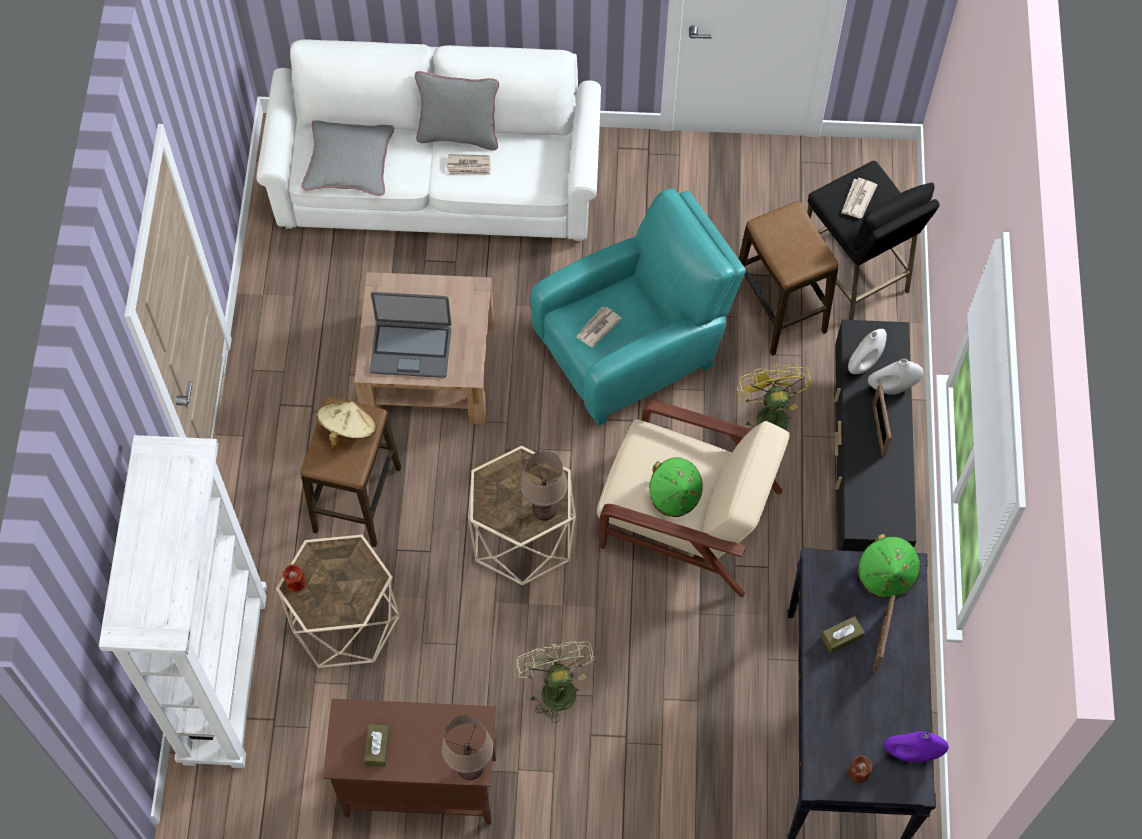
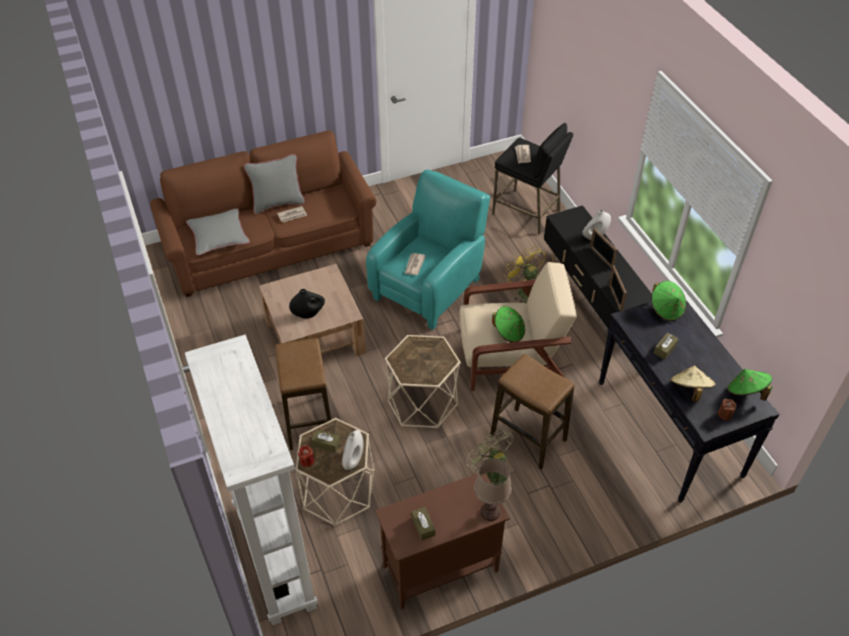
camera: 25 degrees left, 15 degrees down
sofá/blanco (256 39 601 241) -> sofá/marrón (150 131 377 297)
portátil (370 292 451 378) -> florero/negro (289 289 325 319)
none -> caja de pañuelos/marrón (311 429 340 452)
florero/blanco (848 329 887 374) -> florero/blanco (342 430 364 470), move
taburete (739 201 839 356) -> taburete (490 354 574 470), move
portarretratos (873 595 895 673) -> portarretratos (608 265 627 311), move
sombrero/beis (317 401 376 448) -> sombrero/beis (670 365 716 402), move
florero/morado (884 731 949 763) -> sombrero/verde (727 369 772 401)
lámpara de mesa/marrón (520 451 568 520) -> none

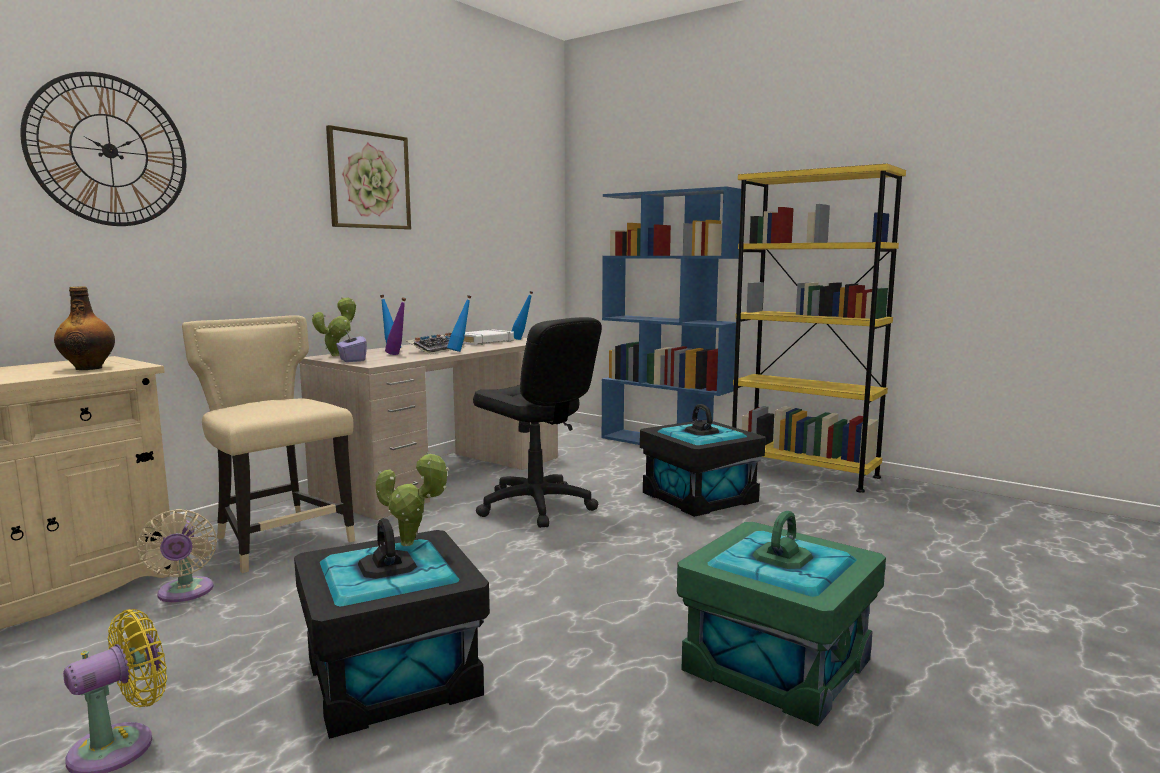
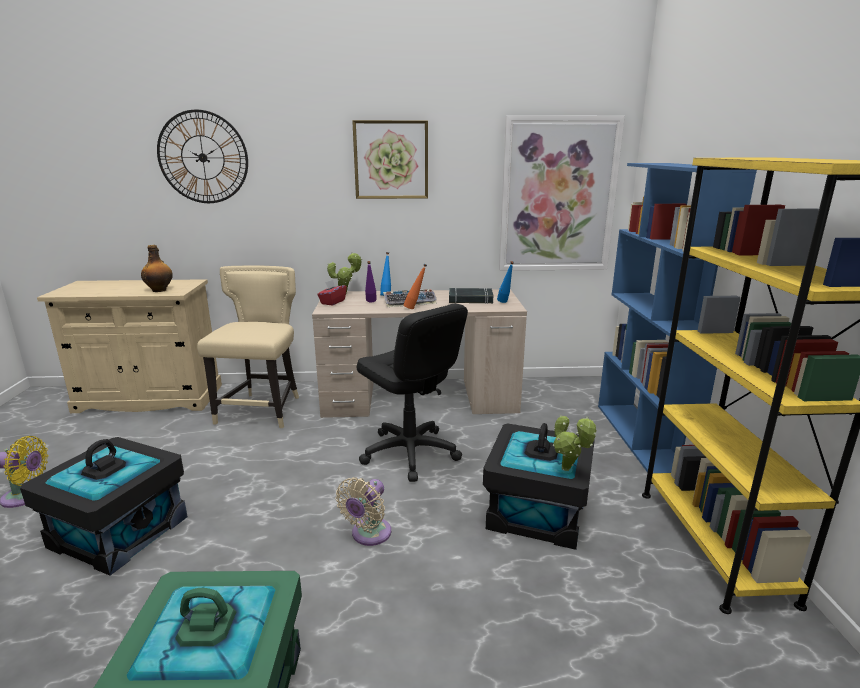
camera: 50 degrees right, 10 degrees up
caja de pañuelos/morado (336 331 367 362) -> caja de pañuelos/rojo (317 280 347 306)
ventilador/beis (137 509 217 602) -> ventilador/beis (336 477 391 546), move
silla de oficina/negro (473 317 602 528) -> silla de oficina/negro (357 304 468 482), 45 degrees counterclockwise
botella/azul (447 295 472 352) -> botella/naranja (403 264 427 309)
libro/blanco (464 330 514 345) -> libro/negro (449 288 493 304)
none -> cuadro (499 115 625 271)
planta en maceta (376 451 449 546) -> planta en maceta (553 415 596 471), move

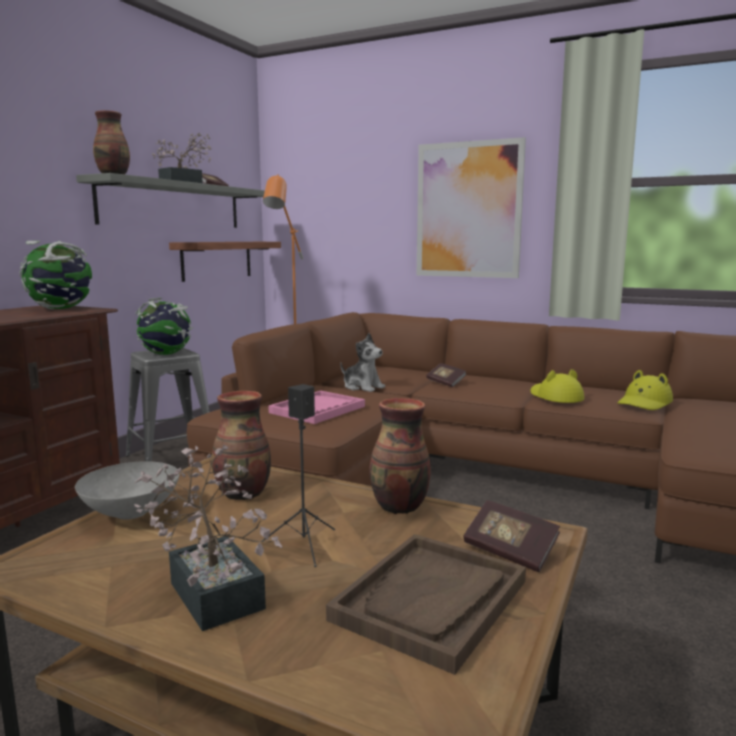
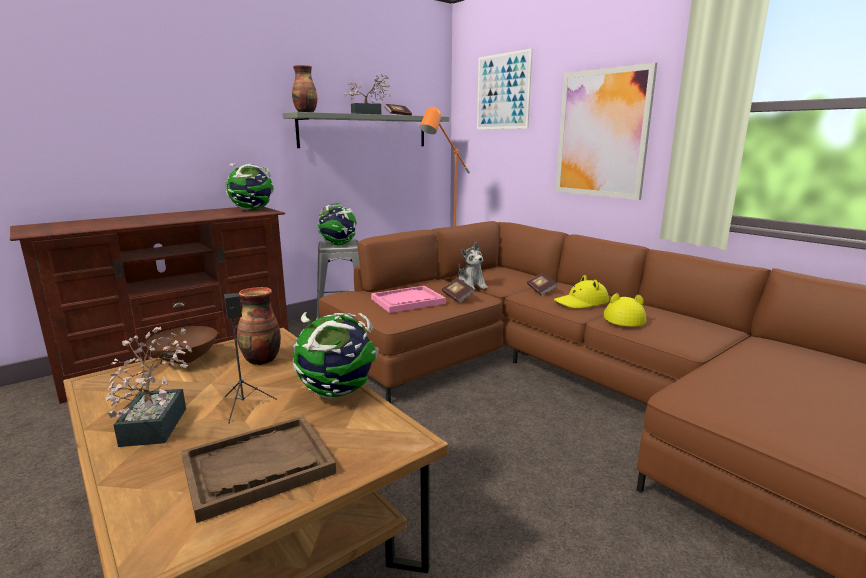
camera: 25 degrees right, 5 degrees up
cuenco/gris (75 461 179 520) -> cuenco/marrón (146 326 217 364)
florero (369 398 431 514) -> globo terráqueo (293 312 379 399)
libro (463 500 560 572) -> libro (442 278 474 303), move
none -> cuadro (477 48 533 129)
sombrero/amarillo (617 370 673 410) -> sombrero/amarillo (554 275 609 309), move
estante (169 242 281 282) -> none

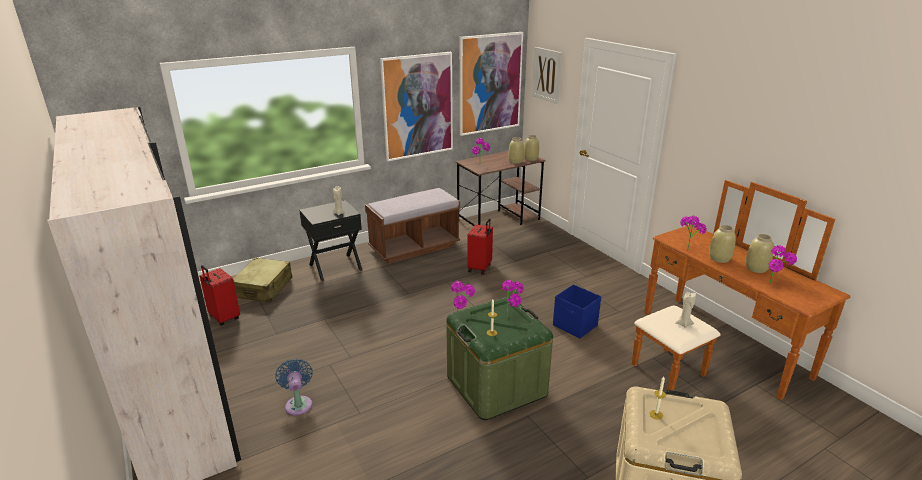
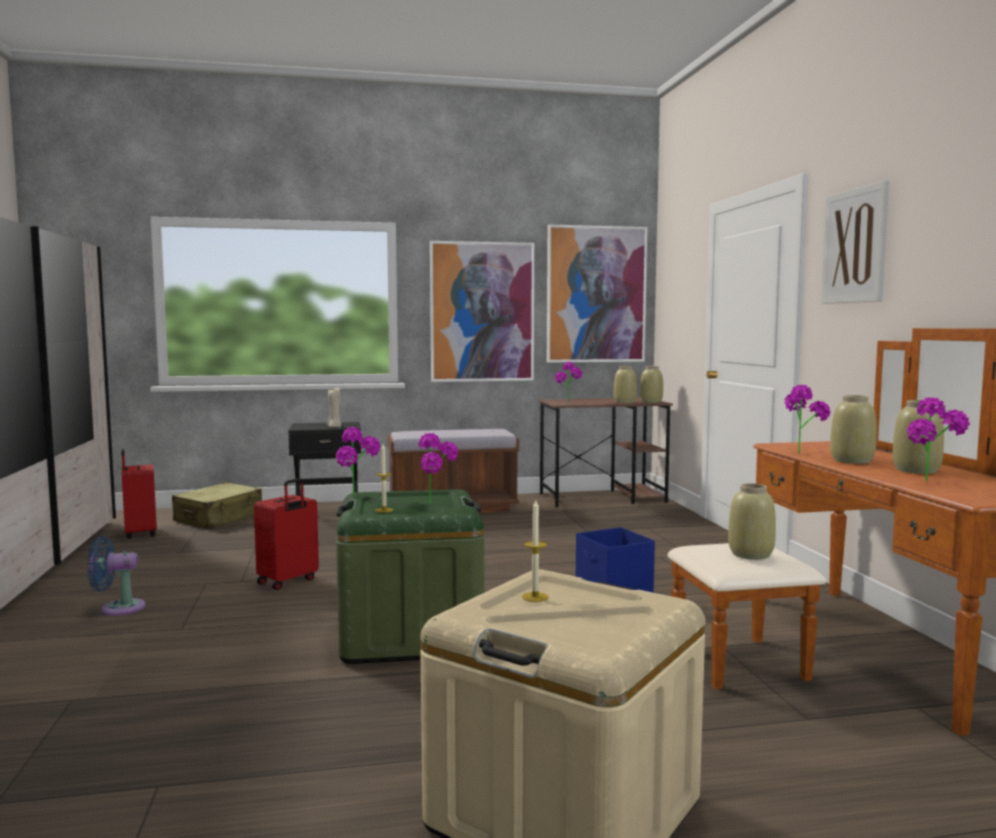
camera: 20 degrees right, 20 degrees down
ventilador/azul (275 359 313 416) -> ventilador/azul (87 536 146 616), 105 degrees counterclockwise
maleta/rojo (467 219 493 275) -> maleta/rojo (254 478 319 590), move
vela/beis (675 292 696 328) -> florero/beis (728 483 776 560)
cuadro (532 47 562 104) -> cuadro (821 180 889 304), move

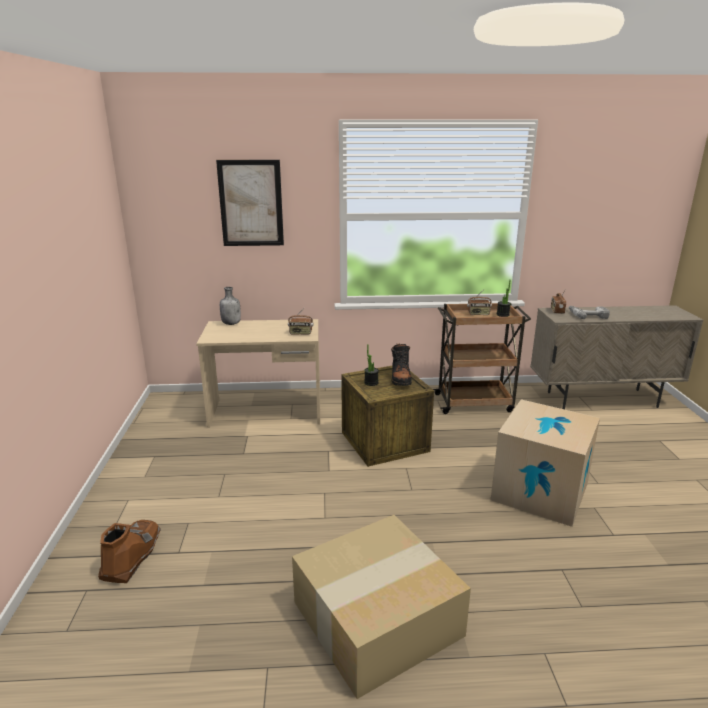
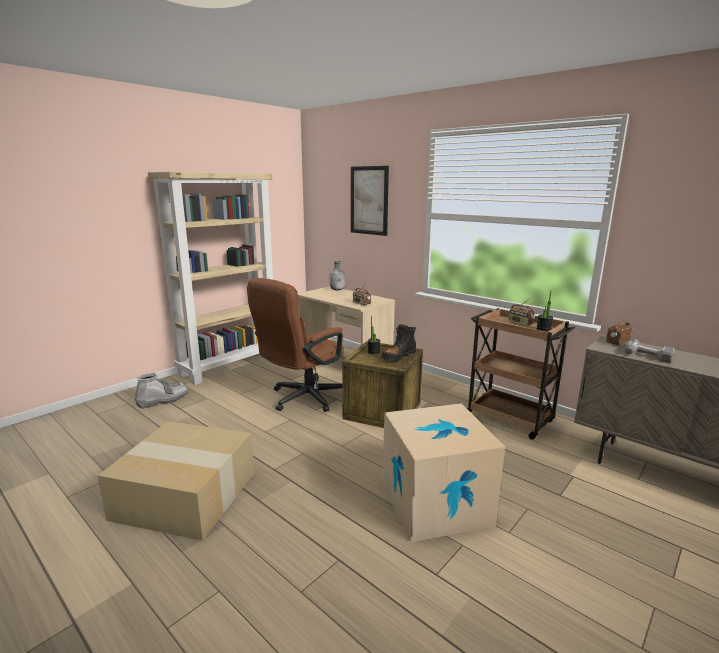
camera: 45 degrees right, 5 degrees down
bota/marrón (98 520 161 583) -> bota/gris (135 373 188 409)
none -> estantería/beis (148 172 273 385)
none -> silla de oficina/marrón (247 278 344 412)

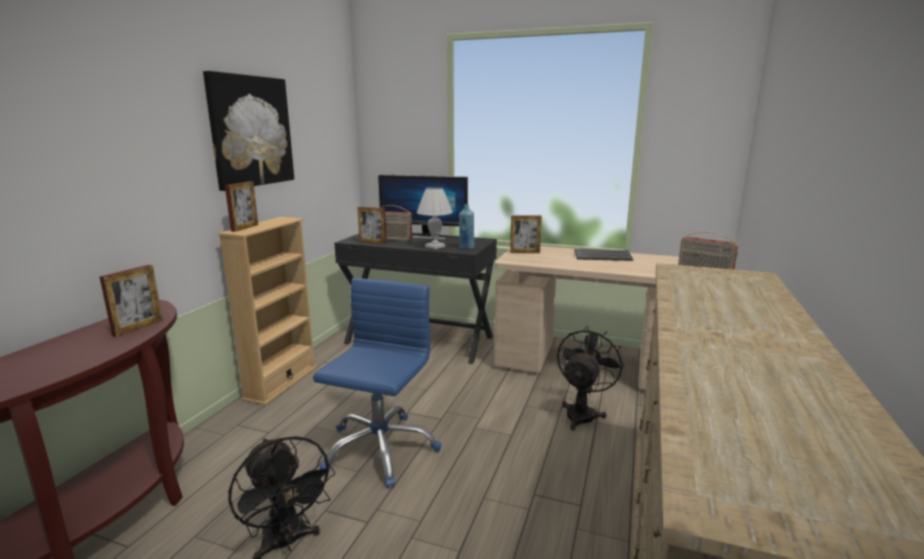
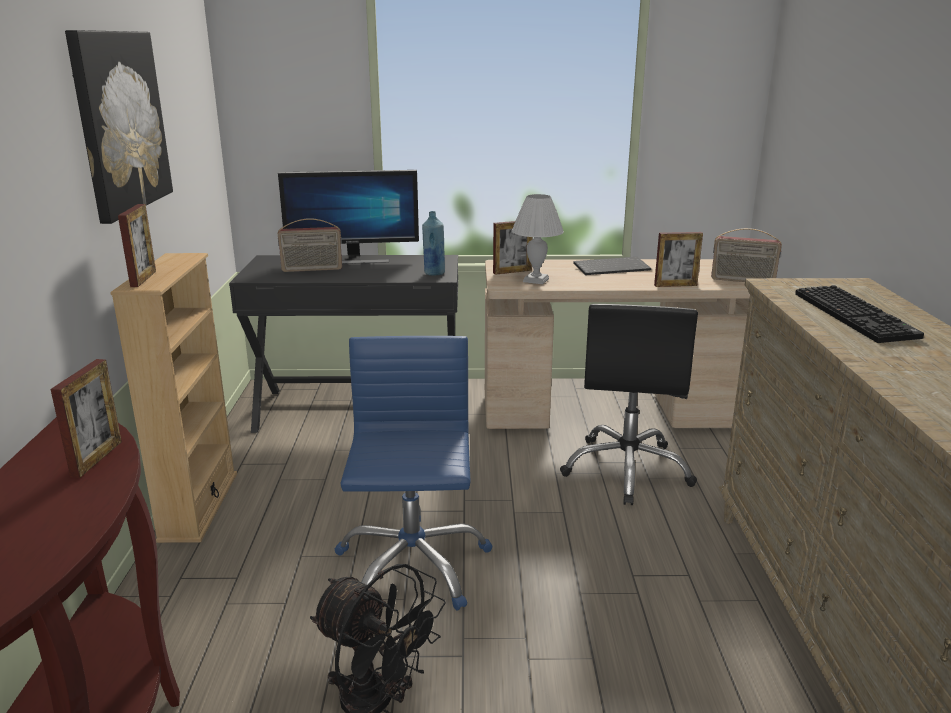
camera: 20 degrees left, 5 degrees up
lámpara de mesa/blanco (417 187 453 249) -> lámpara de mesa/blanco (512 194 564 284), move
ventilador/negro (557 326 624 431) -> silla de oficina/negro (560 304 698 505)
portarretratos (357 207 387 244) -> portarretratos (654 232 703 287), move
none -> teclado (795 285 924 343)

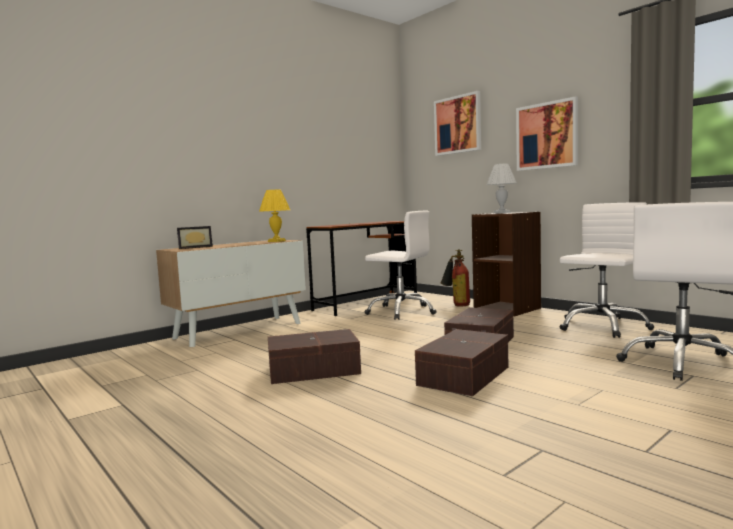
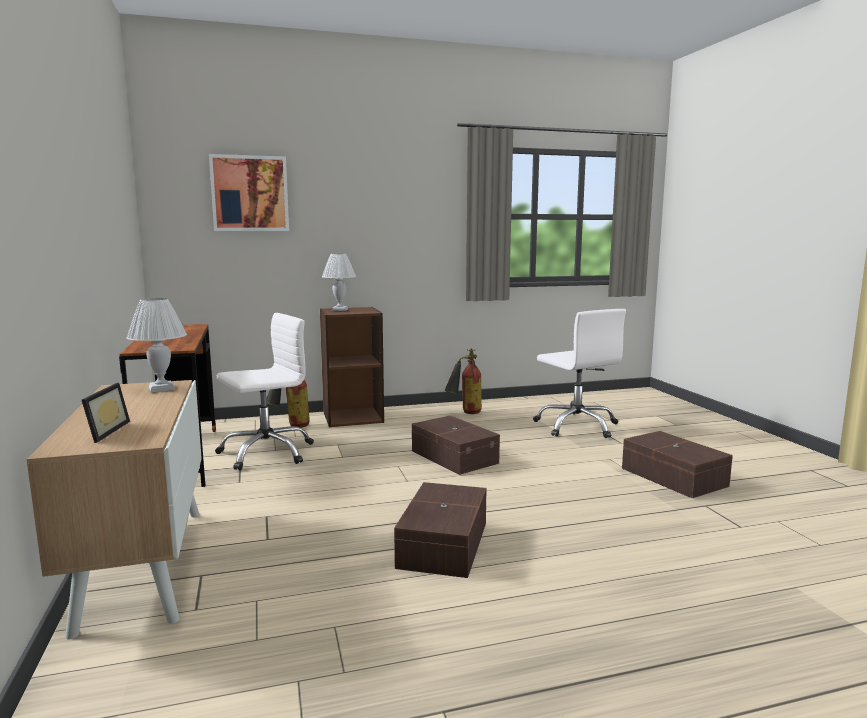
camera: 65 degrees left, 5 degrees up
lámpara de mesa/amarillo (259 190 290 242) -> lámpara de mesa/blanco (127 298 187 392)
silla de oficina/blanco (560 202 654 338) -> extintor (445 348 482 414)
caja de almacenaje/marrón (415 329 508 396) -> caja de almacenaje/marrón (622 431 733 498), move
cuadro (516 96 578 171) -> none

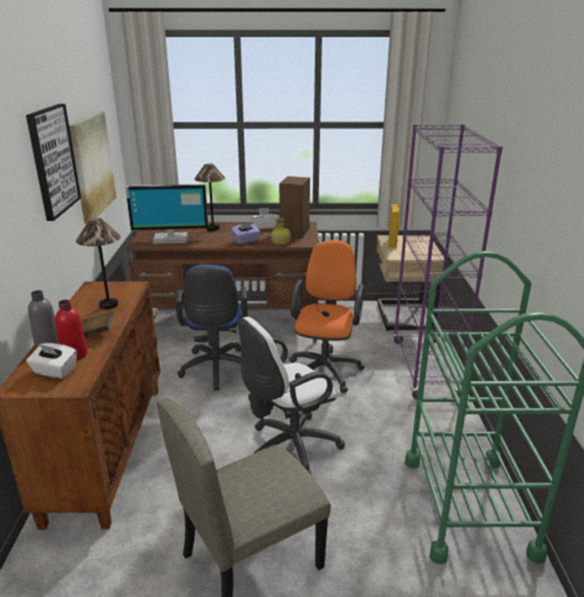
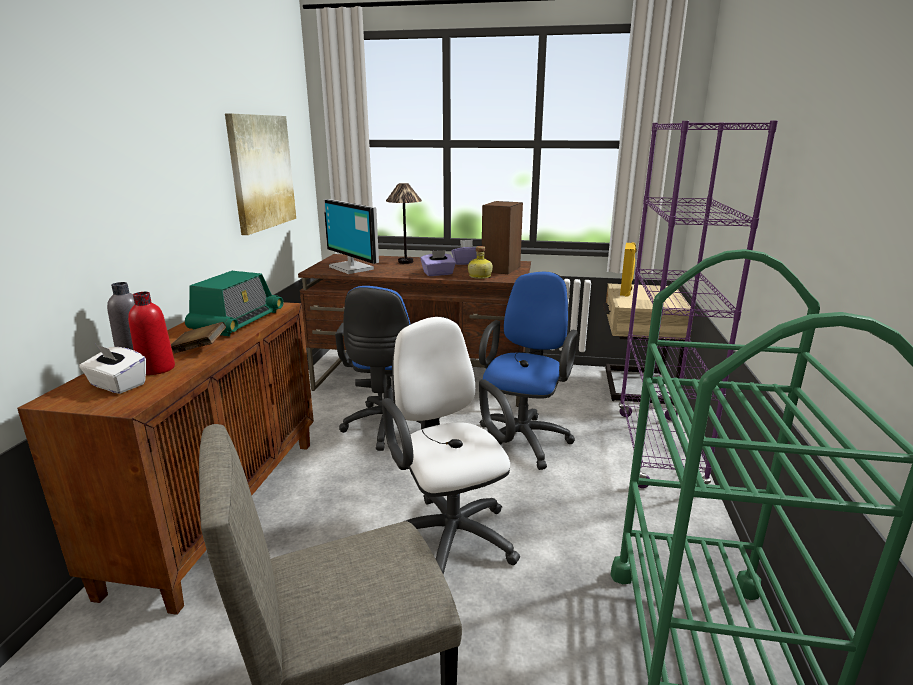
camera: 10 degrees right, 5 degrees down
lámpara de mesa (76 218 121 309) -> radio (185 271 283 336)
monitor (125 184 208 244) -> monitor (323 199 379 274), 45 degrees clockwise
silla de oficina/blanco (238 317 345 474) -> silla de oficina/blanco (382 317 520 574), 90 degrees clockwise
caja de pañuelos/blanco (251 208 278 229) -> caja de pañuelos/morado (451 240 477 265)
silla de oficina/naranja (289 240 365 393) -> silla de oficina/azul (479 272 577 470)
cuadro (26 104 81 221) -> none

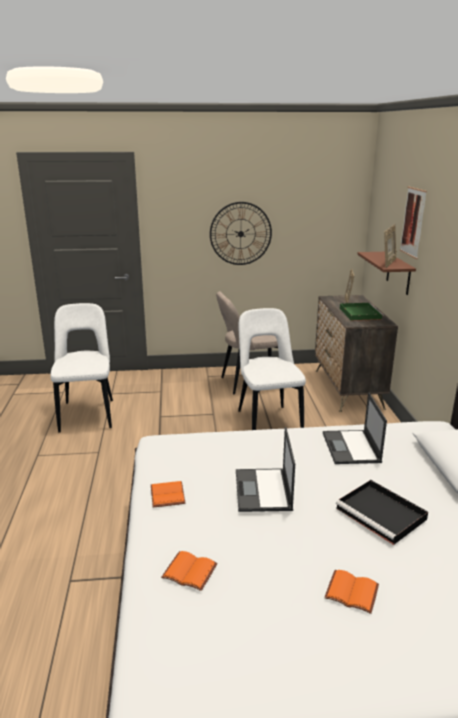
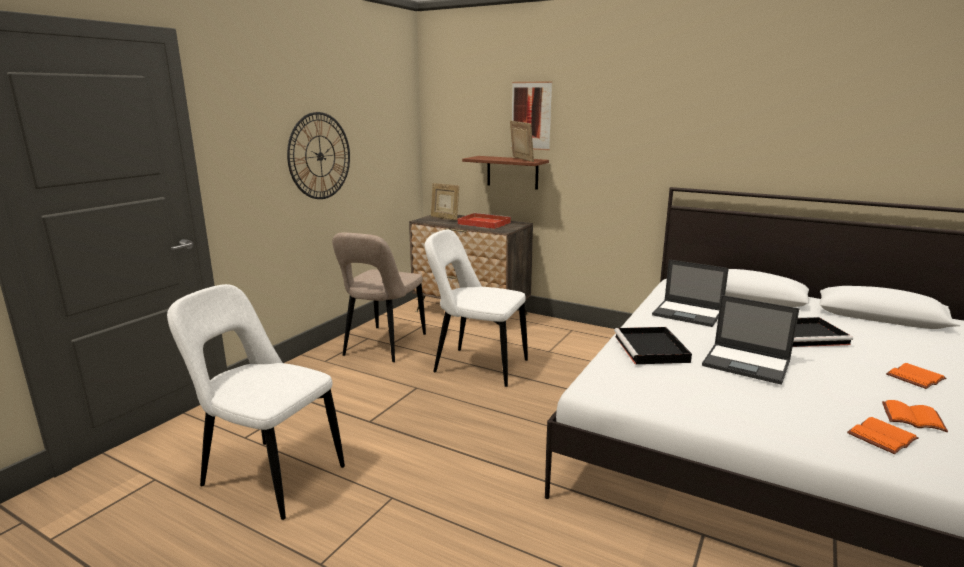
camera: 55 degrees left, 5 degrees down
bandeja/verde (340 303 384 321) -> bandeja/rojo (458 213 511 229)
none -> bandeja/negro (614 327 692 364)
libro/naranja (151 481 185 507) -> libro/naranja (882 400 948 432), move

